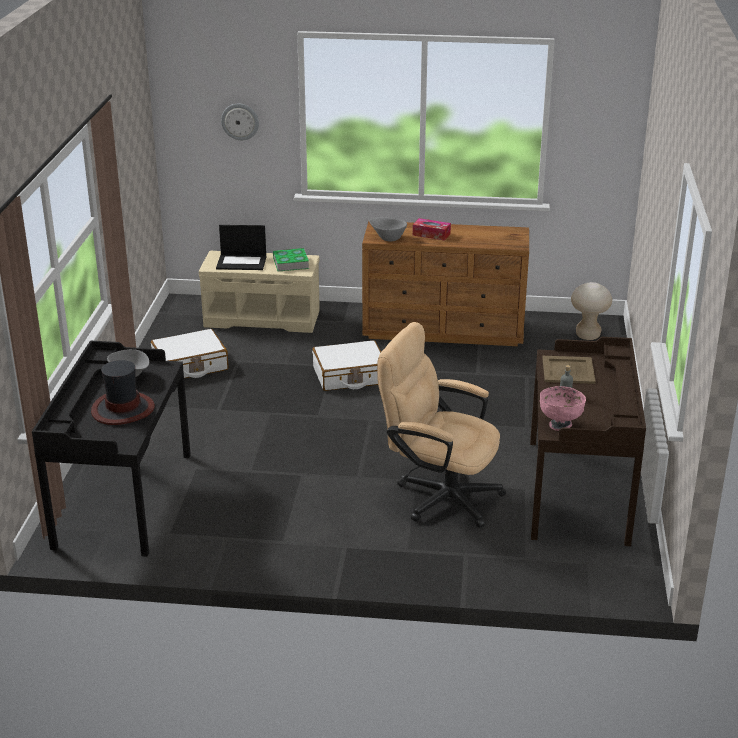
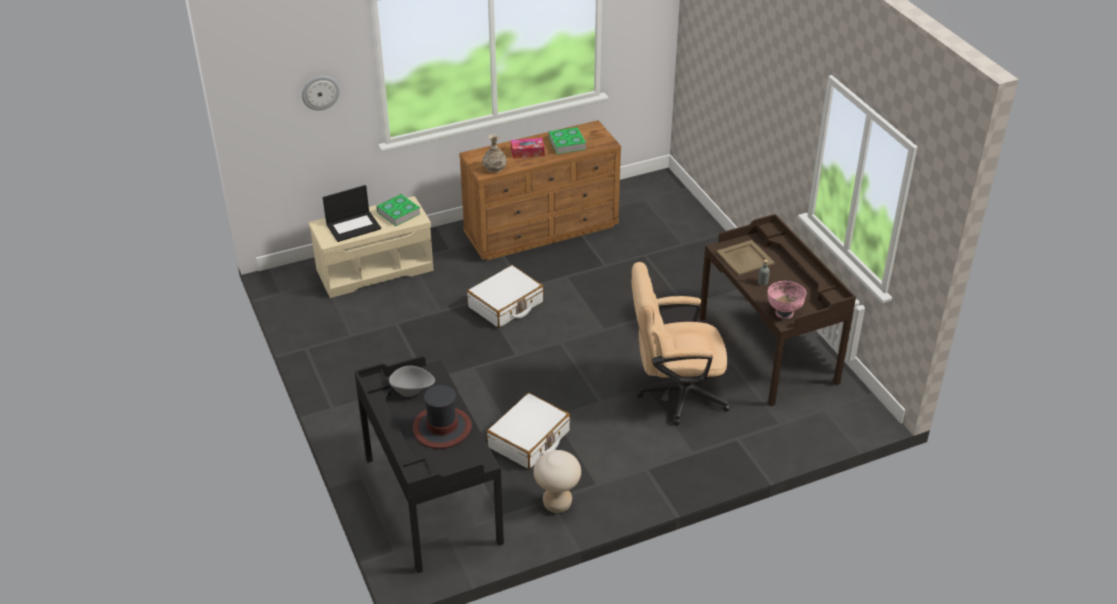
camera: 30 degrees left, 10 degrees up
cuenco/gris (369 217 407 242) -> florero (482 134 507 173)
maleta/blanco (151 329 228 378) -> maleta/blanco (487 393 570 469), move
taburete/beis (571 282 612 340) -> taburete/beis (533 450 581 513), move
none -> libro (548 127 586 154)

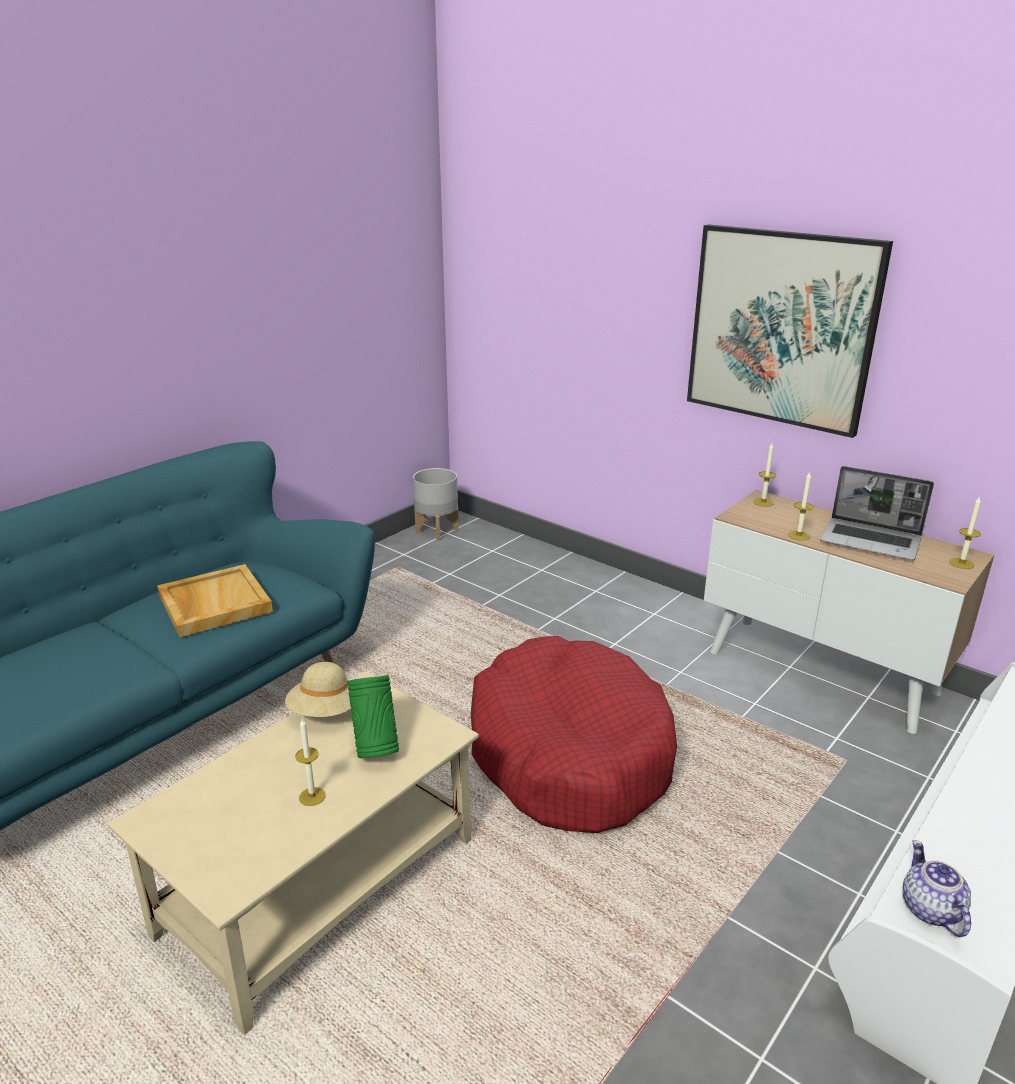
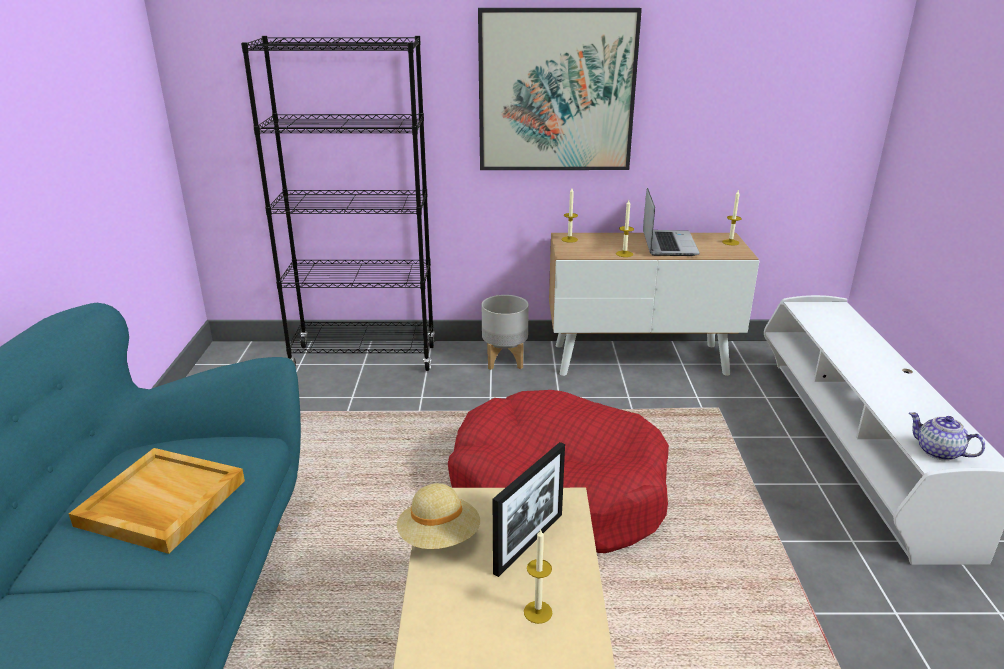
camera: 40 degrees left, 0 degrees up
none -> estantería/negro (241 36 435 371)
maceta/gris (413 468 459 541) -> maceta/gris (482 295 529 370), move
florero/verde (347 675 399 758) -> portarretratos (493 442 565 577)
portátil (820 466 934 560) -> portátil (643 188 700 256), 75 degrees counterclockwise

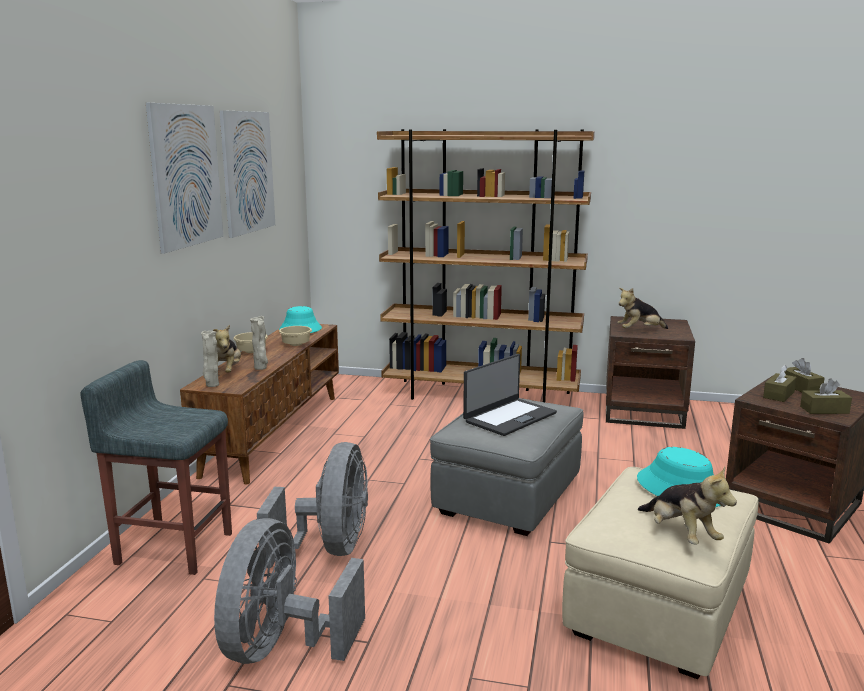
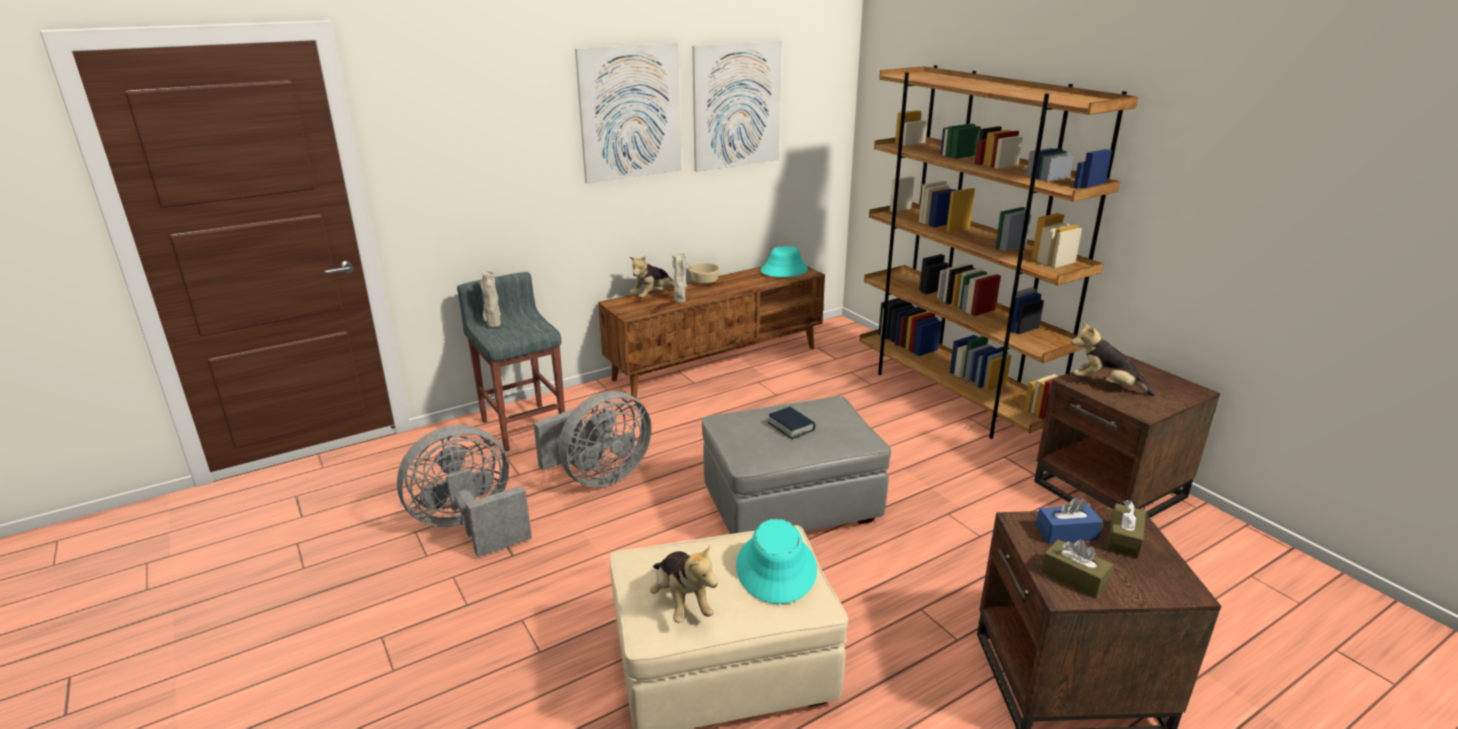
camera: 45 degrees right, 10 degrees up
florero/beis (201 331 219 387) -> florero/beis (481 271 501 327), move
peluche (638 467 737 545) -> peluche (650 545 718 623), 45 degrees counterclockwise
portátil (463 354 557 436) -> libro (768 407 815 439)
caja de pañuelos/marrón (763 365 797 402) -> caja de pañuelos/azul (1036 497 1103 544)
cuenco/beis (279 326 312 346) -> none

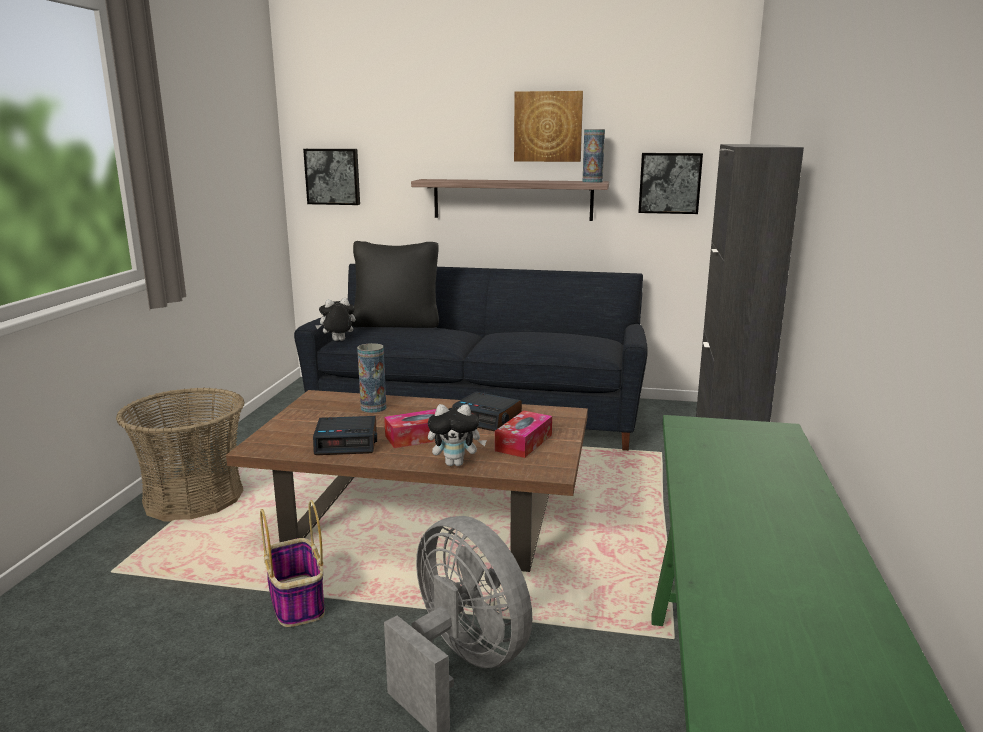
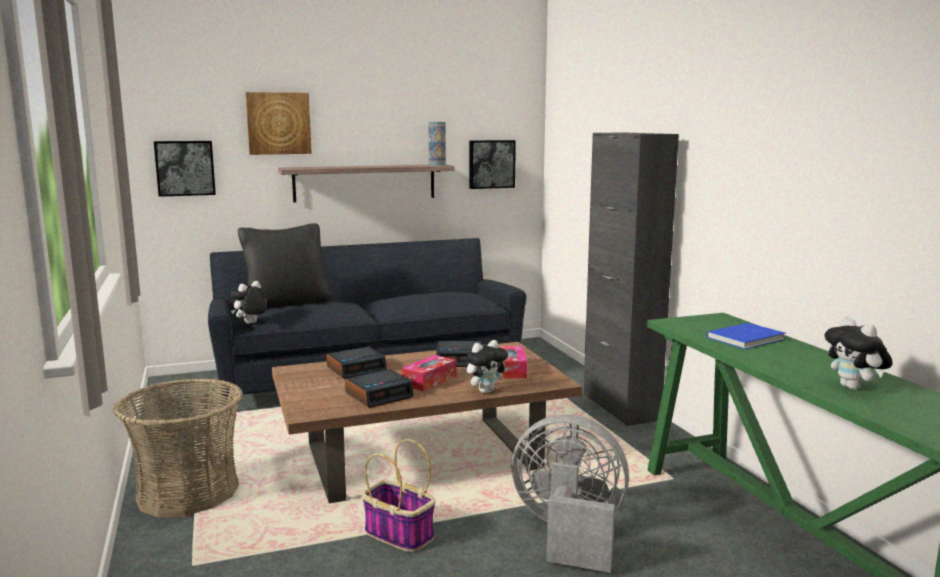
camera: 30 degrees left, 5 degrees down
cuadro (514 91 583 162) -> cuadro (246 92 312 155), move
florero (357 343 386 413) -> despertador (326 347 387 379)
none -> libro/azul (707 323 786 349)
none -> peluche (825 317 893 390)

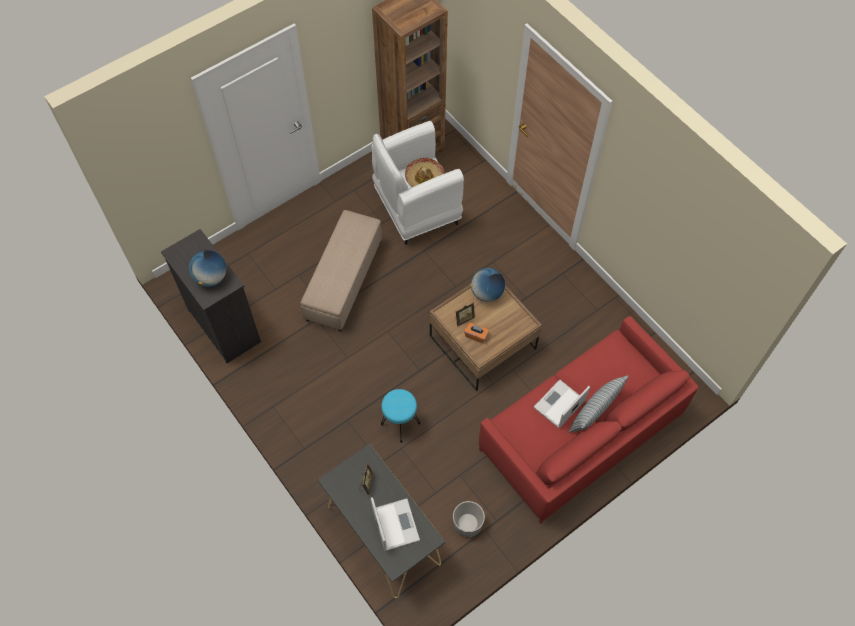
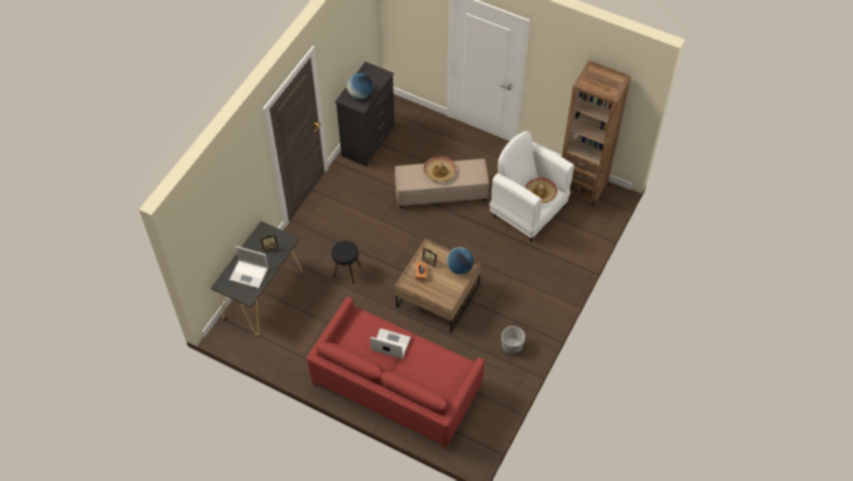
camera: 65 degrees right, 5 degrees down
portátil (371 497 420 551) -> portátil (229 246 268 288), 60 degrees clockwise
taburete/turquesa (381 389 420 443) -> taburete/negro (332 240 361 283)
none -> sombrero (423 156 456 182)
maceta (453 501 485 537) -> maceta (501 326 525 354), move
cojín (568 375 628 433) -> none

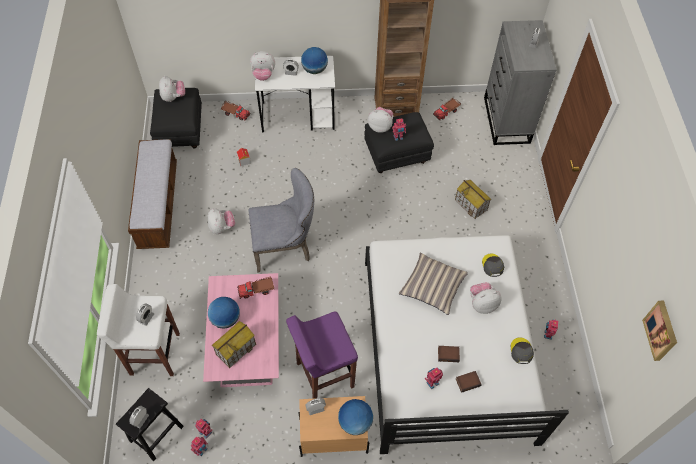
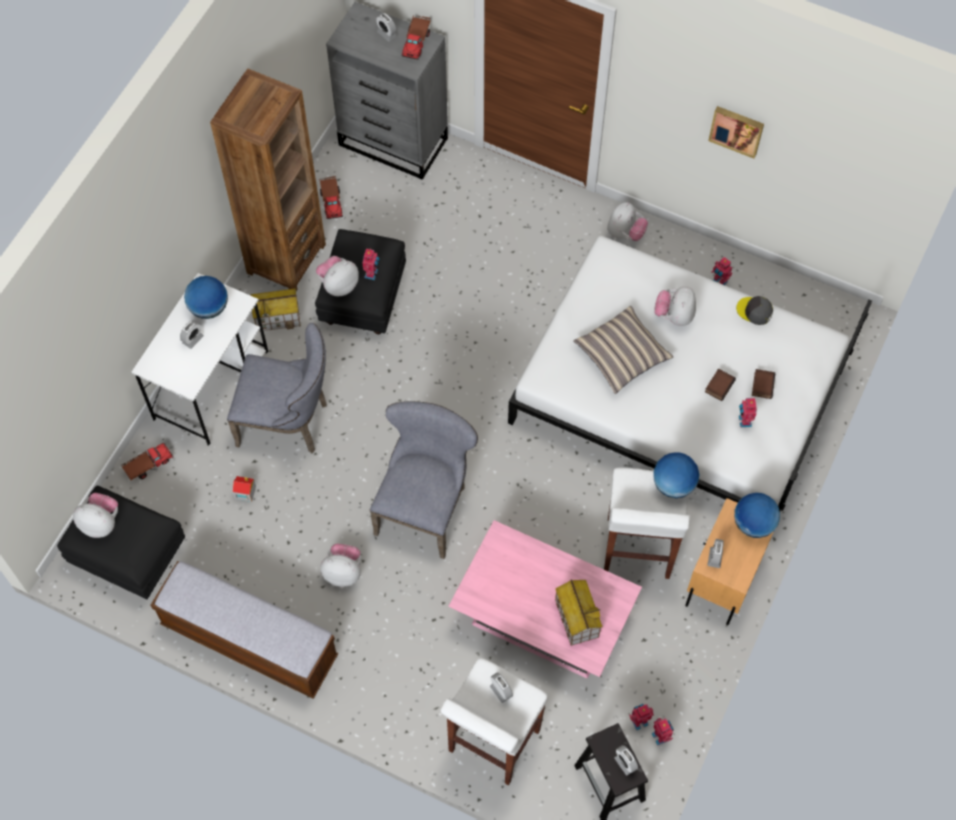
camera: 60 degrees left, 5 degrees up
none -> silla/gris (227 323 327 453)
casita (455 180 491 219) -> casita (250 288 301 332), move
camión de juguete (237 276 274 299) -> camión de juguete (401 15 431 60), move
taburete/morado (286 311 358 399) -> taburete/blanco (604 468 690 579)
peluche (250 51 275 81) -> peluche (607 202 648 241), move
globo terráqueo (208 297 240 329) -> globo terráqueo (653 452 700 498), move
cuadro (642 300 677 361) -> cuadro (708 106 764 159), move
gorra/gris (482 254 504 277) -> none

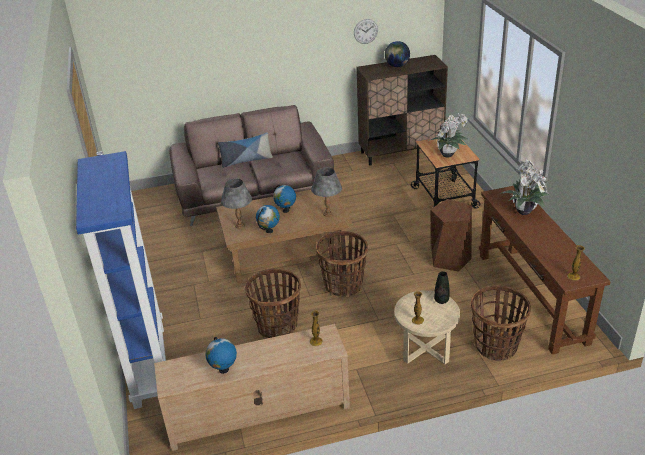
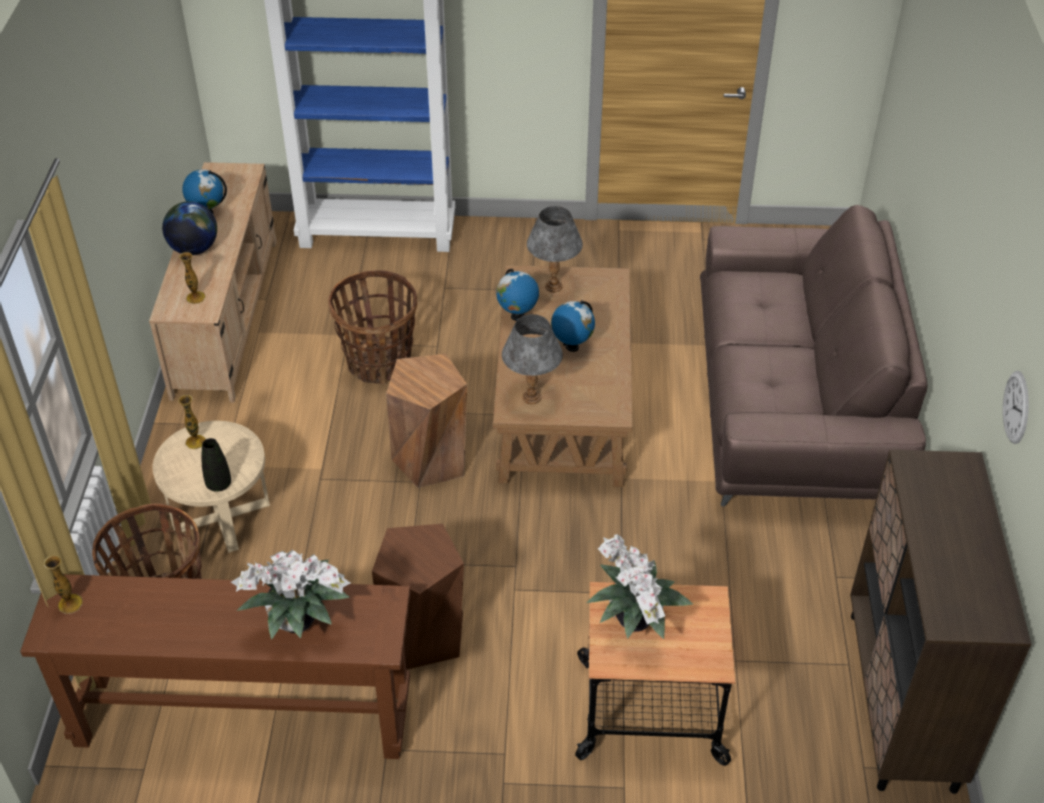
camera: 105 degrees right, 10 degrees up
globo terráqueo (385 41 410 67) -> globo terráqueo (162 201 217 255), move
cesta (316 231 368 297) -> taburete/marrón (386 354 467 488)
cojín (218 132 273 168) -> none

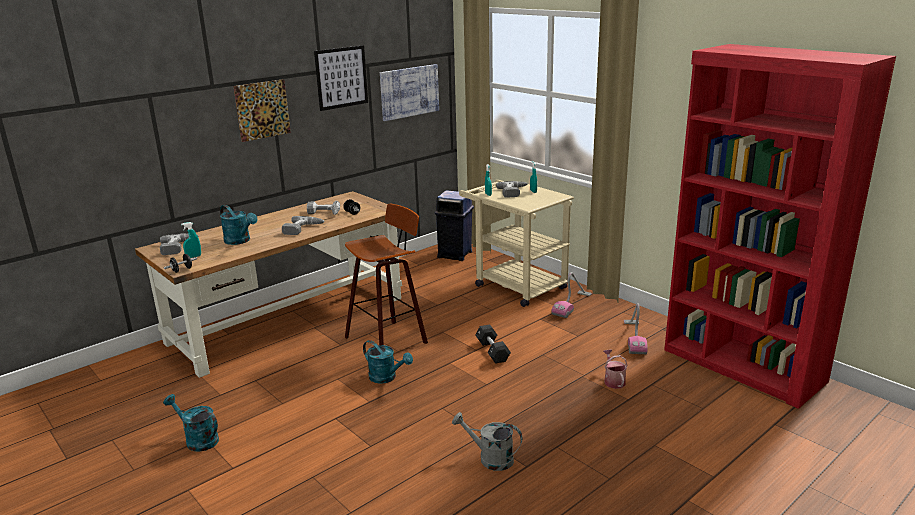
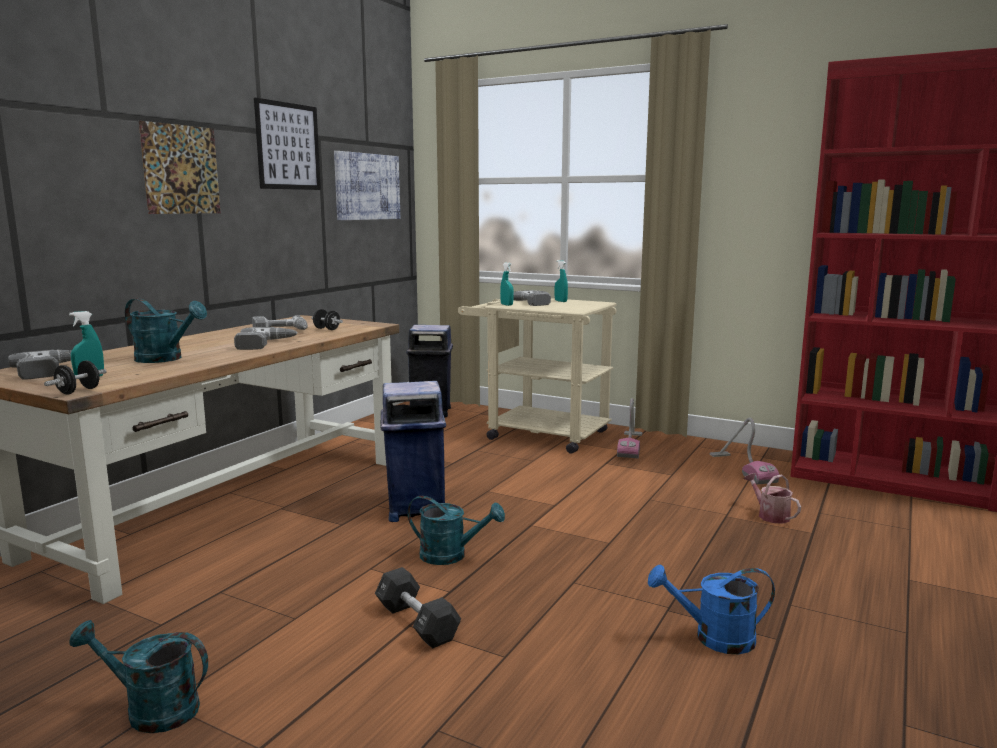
camera: 20 degrees left, 10 degrees down
mancuerna/negro (475 324 511 364) -> mancuerna/negro (375 567 461 649), move
taburete (345 203 428 345) -> papelera/azul (381 381 446 522)
regadera/gris (452 412 522 471) -> regadera/azul (648 565 775 654)

